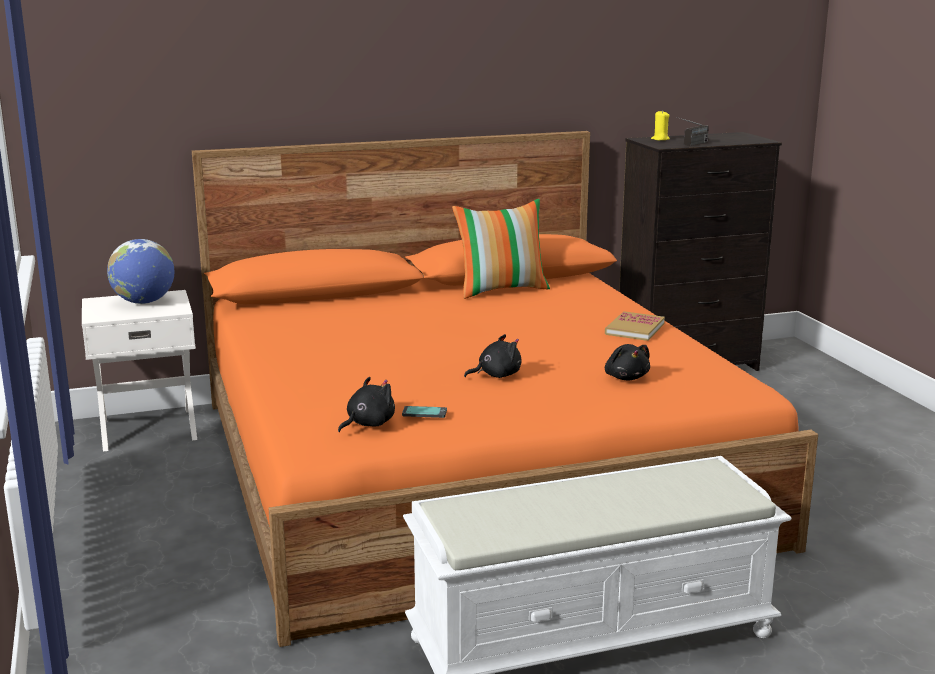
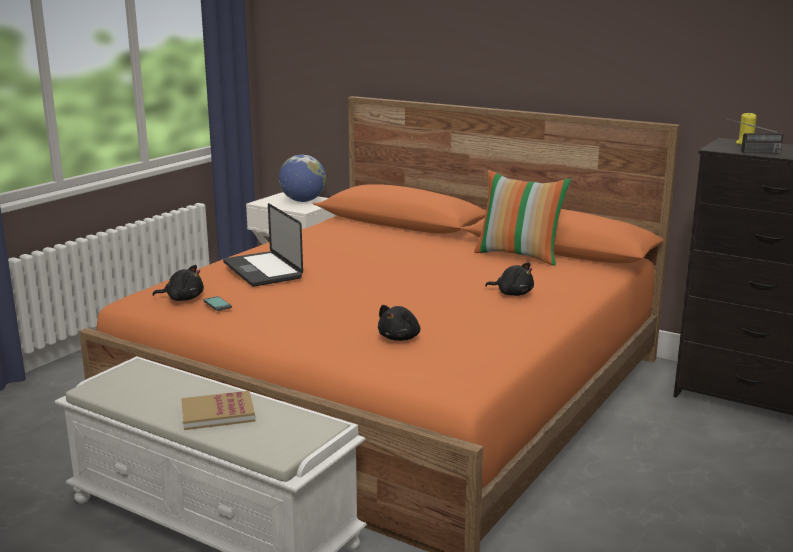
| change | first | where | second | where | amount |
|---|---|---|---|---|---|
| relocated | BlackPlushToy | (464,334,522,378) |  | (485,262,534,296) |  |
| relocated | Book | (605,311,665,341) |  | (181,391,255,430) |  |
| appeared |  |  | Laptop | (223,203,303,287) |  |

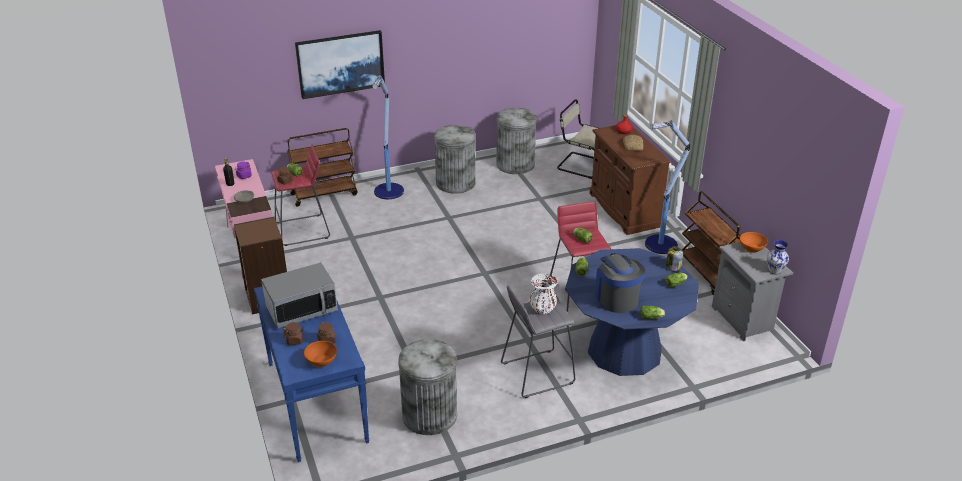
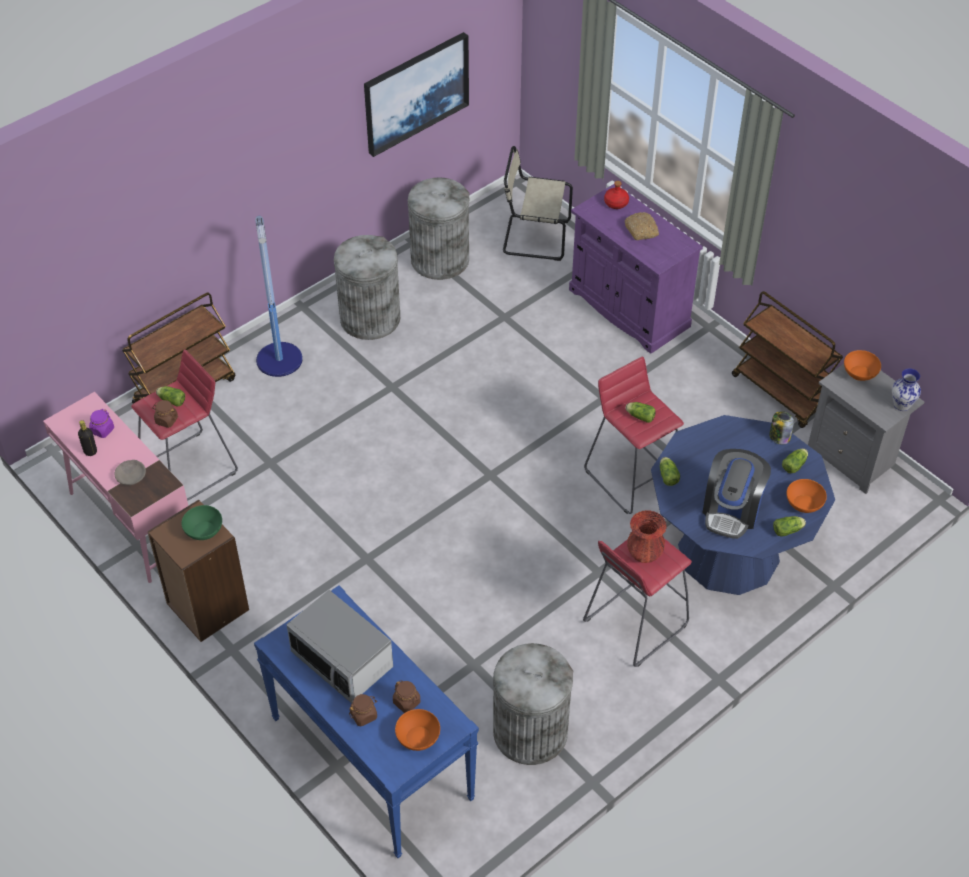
| change | first | where | second | where | amount |
|---|---|---|---|---|---|
| spun | Microwave | (261,262,338,329) |  | (287,590,393,703) | 90 degrees clockwise |
| relocated | Picture | (295,30,385,99) |  | (364,32,469,157) |  |
| colour | GreyStool | (501,285,575,398) | RedStool | (583,538,692,667) |  |
| colour | WhiteVase | (530,274,557,314) | RedVase | (627,510,667,563) |  |
| colour | BrownCabinet | (589,125,671,235) | PurpleCabinet | (569,184,703,354) |  |
| spun | CoffeeMachine | (595,253,645,313) |  | (702,449,771,539) | 120 degrees counterclockwise |
| missing | FloorLamp | (645,120,690,254) |  |  |  |
| appeared |  |  | GreenBowl | (181,505,222,540) |  |
| appeared |  |  | OrangeBowl | (786,479,827,513) |  |

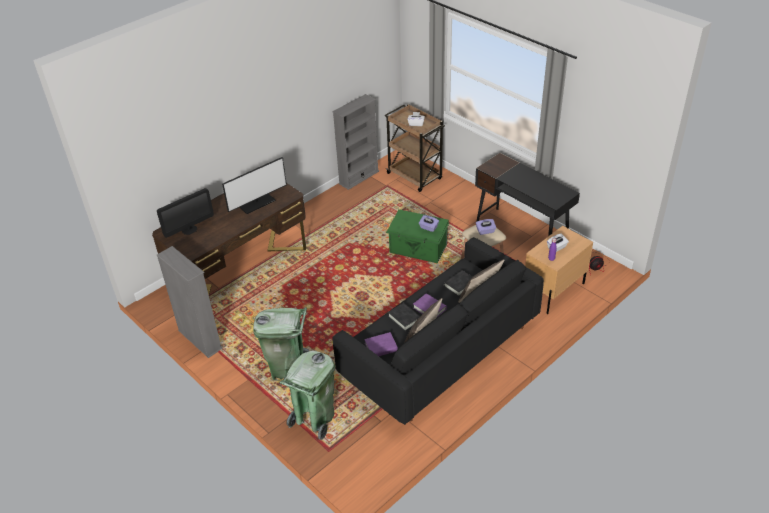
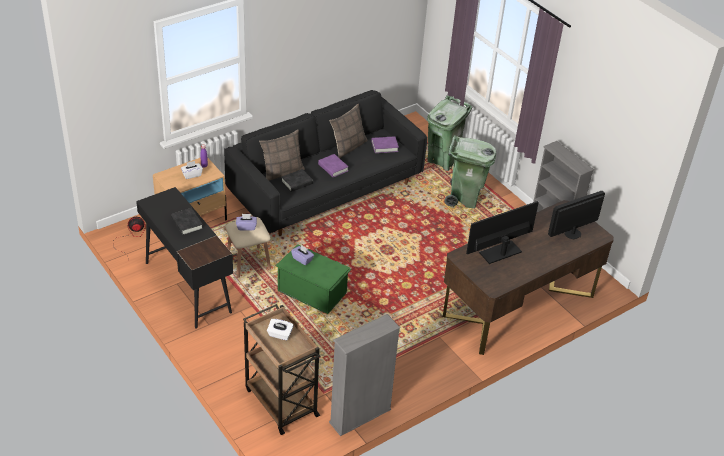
| change | first | where | second | where | amount |
|---|---|---|---|---|---|
| relocated | BlackBook | (388,303,420,331) |  | (171,208,203,235) |  |

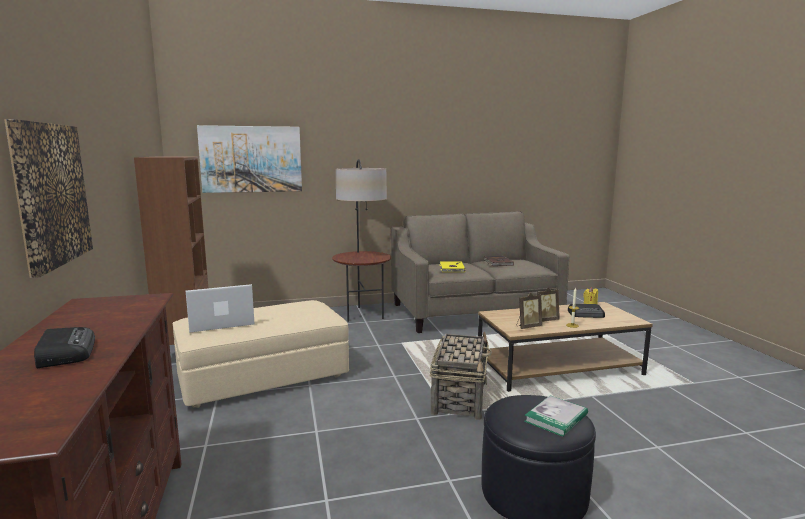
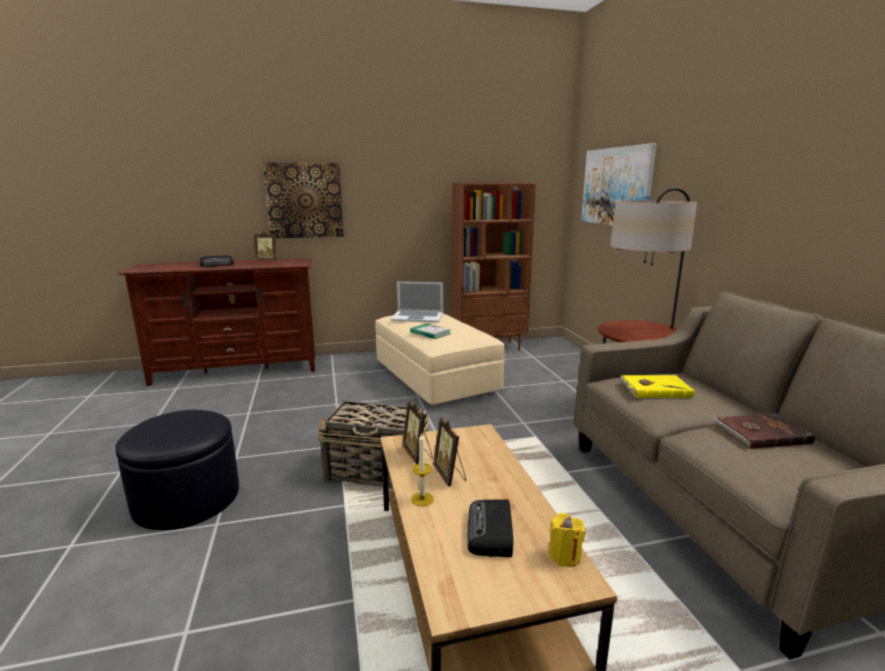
| change | first | where | second | where | amount |
|---|---|---|---|---|---|
| spun | Laptop | (186,284,255,333) |  | (391,281,443,323) | 120 degrees clockwise |
| relocated | Book | (524,395,588,437) |  | (410,323,451,339) |  |
| appeared |  |  | PictureFrame | (254,231,277,261) |  |

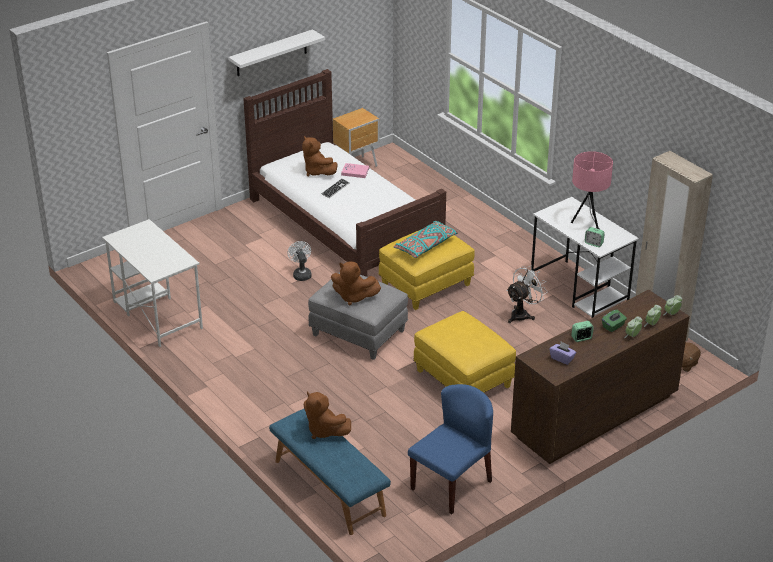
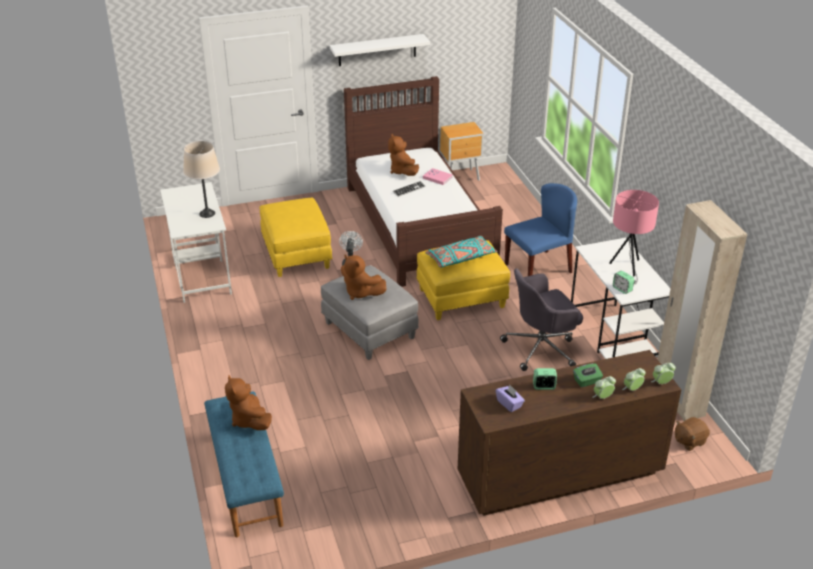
| change | first | where | second | where | amount |
|---|---|---|---|---|---|
| relocated | BlueChair | (408,384,493,514) |  | (504,183,577,276) |  |
| relocated | YellowOttoman | (413,311,516,393) |  | (260,198,332,277) |  |
| exchanged | WhiteFan | (506,265,548,323) | GreyOfficeChair | (500,268,583,371) |  |
| appeared |  |  | BeigeTableLamp | (183,141,220,218) |  |

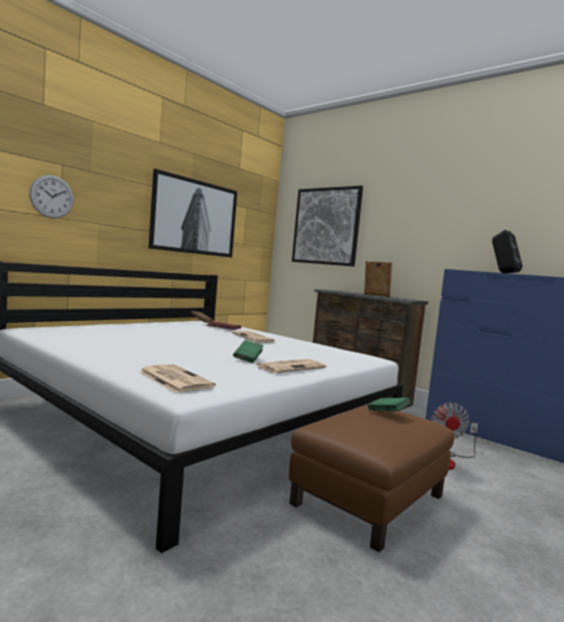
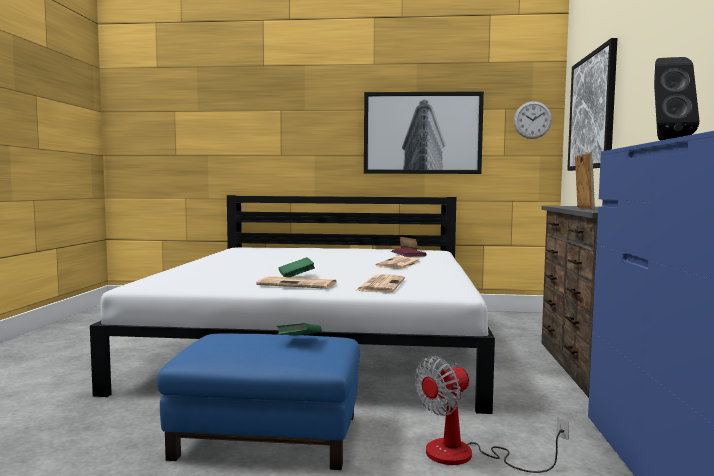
| change | first | where | second | where | amount |
|---|---|---|---|---|---|
| relocated | WallClock | (29,175,74,219) |  | (514,101,552,139) |  |
| relocated | Newspaper | (139,364,216,393) |  | (355,274,405,293) |  |
| colour | BrownOttoman | (289,405,454,552) | BlueOttoman | (157,333,360,470) |  |

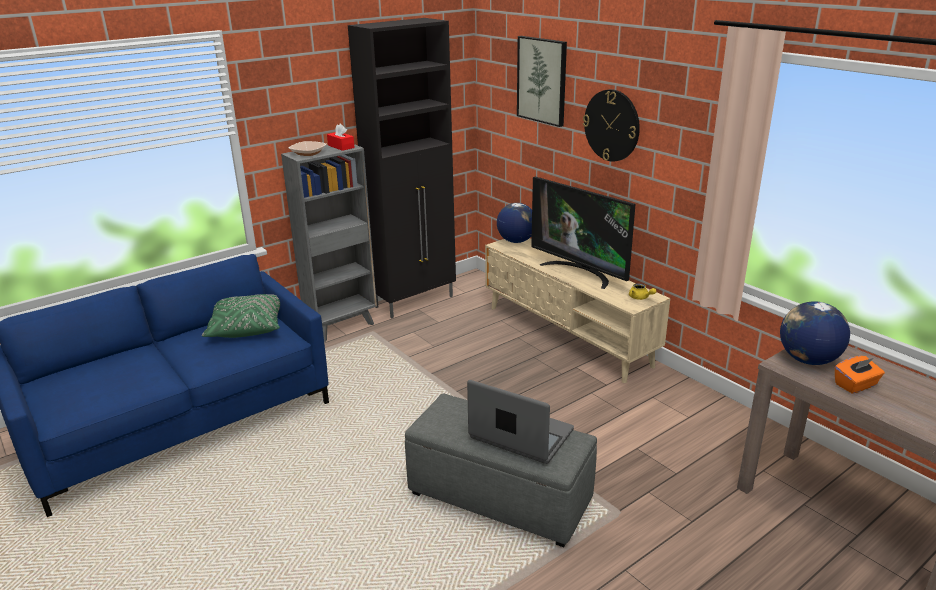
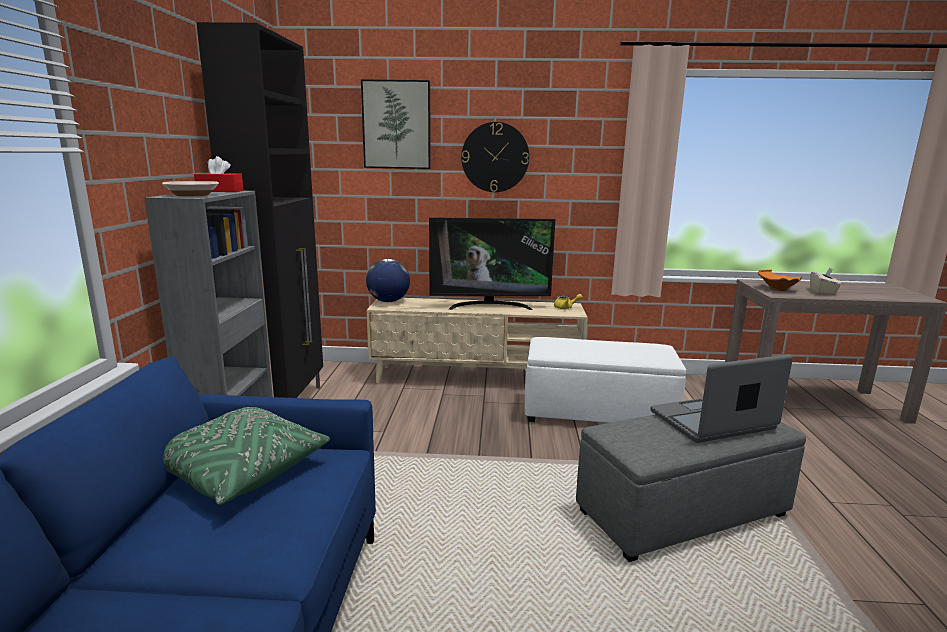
| change | first | where | second | where | amount |
|---|---|---|---|---|---|
| exchanged | Globe | (780,301,850,365) | OrangeBowl | (758,270,802,291) |  |
| colour | OrangeTissueBox | (835,356,885,394) | BeigeTissueBox | (810,268,841,295) |  |
| appeared |  |  | WhiteOttoman | (525,337,686,423) |  |

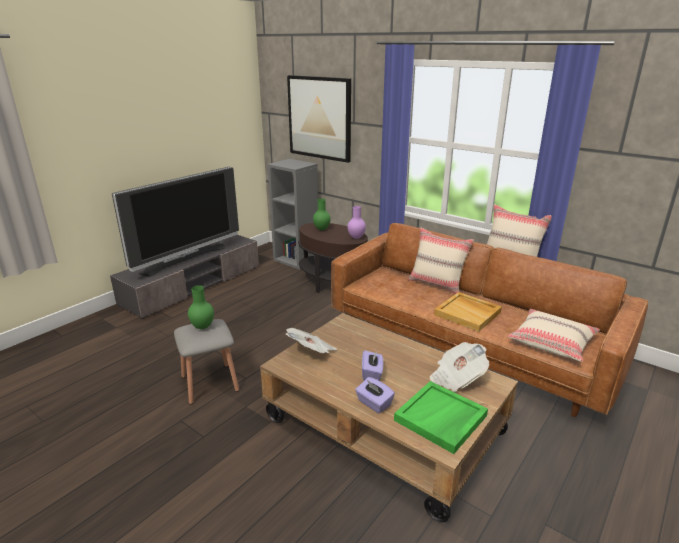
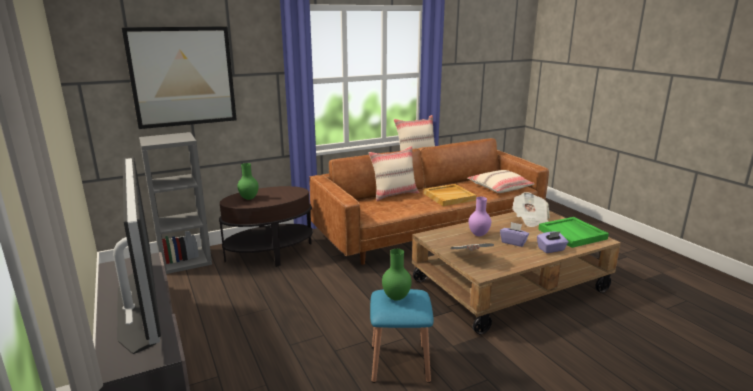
| change | first | where | second | where | amount |
|---|---|---|---|---|---|
| colour | GreyStool | (174,319,239,405) | BlueStool | (370,289,434,383) |  |
| relocated | PurpleVase | (347,206,366,239) |  | (468,197,491,236) |  |

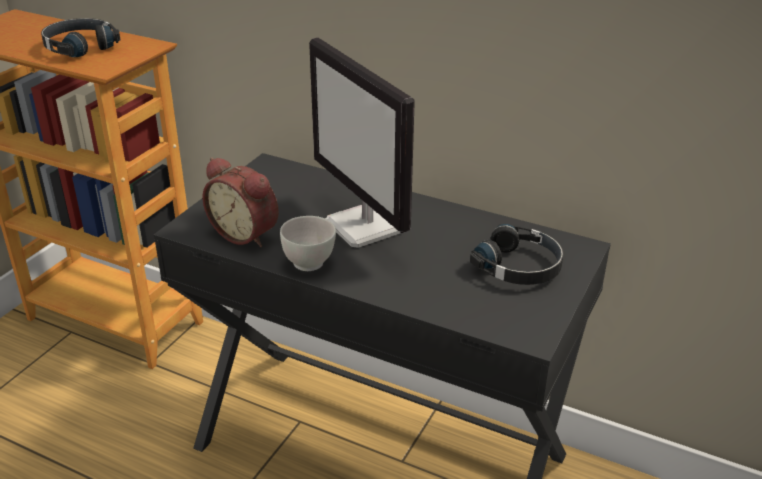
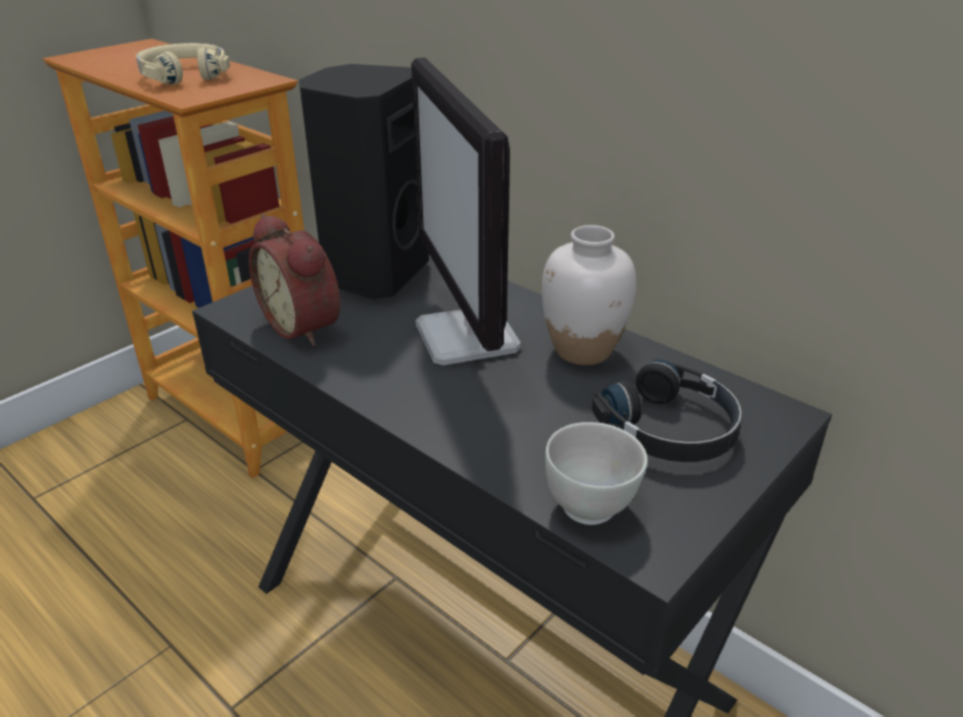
| change | first | where | second | where | amount |
|---|---|---|---|---|---|
| colour | BlackHeadphones | (41,18,120,57) | BeigeHeadphones | (136,43,230,84) |  |
| relocated | WhiteBowl | (280,216,336,271) |  | (545,422,648,525) |  |
| appeared |  |  | BlackSpeaker | (299,64,429,299) |  |
| appeared |  |  | WhiteVase | (542,225,636,365) |  |

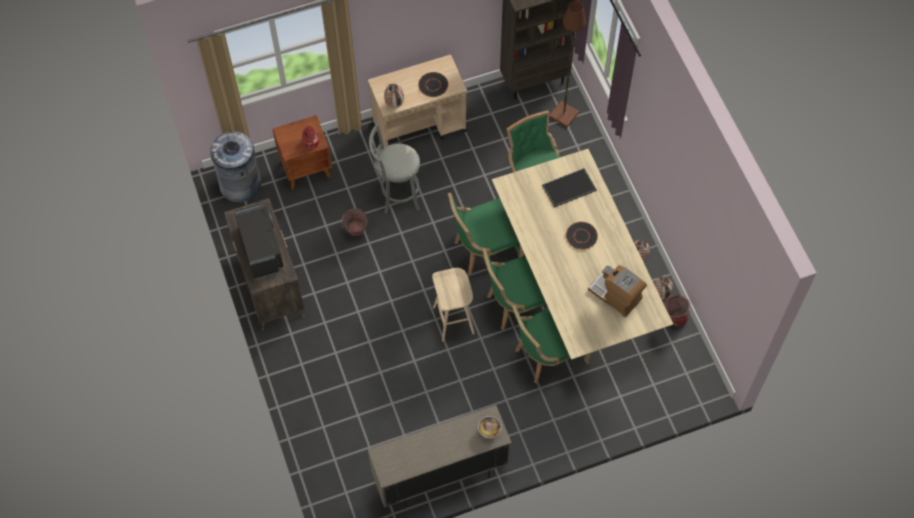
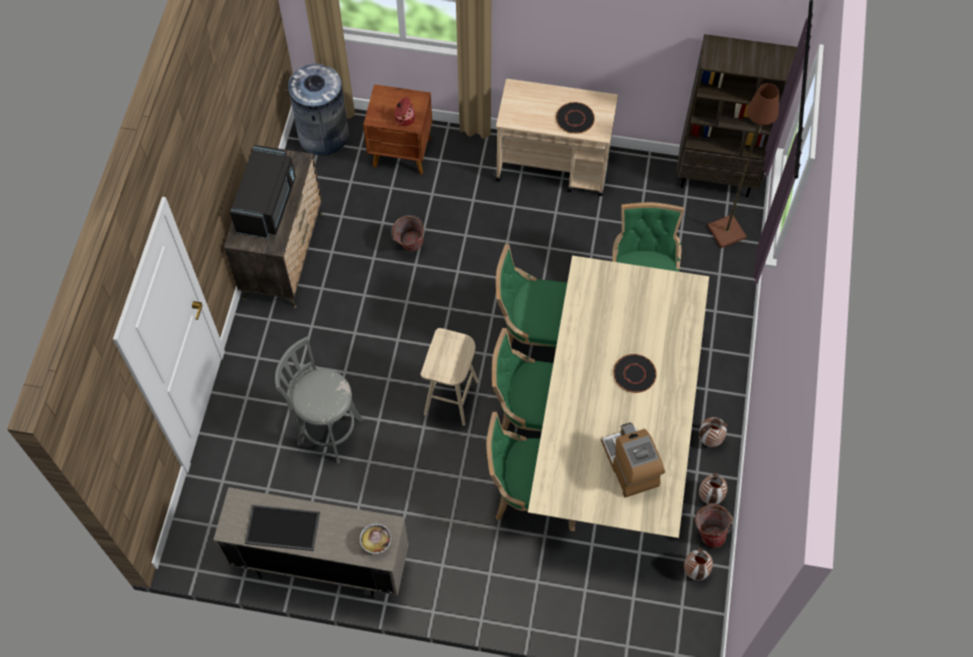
| change | first | where | second | where | amount |
|---|---|---|---|---|---|
| relocated | GreyStool | (369,124,420,213) |  | (275,337,364,464) |  |
| relocated | Vase | (384,84,404,108) |  | (684,548,713,580) |  |
| relocated | Tray | (542,168,597,207) |  | (245,505,320,551) |  |

